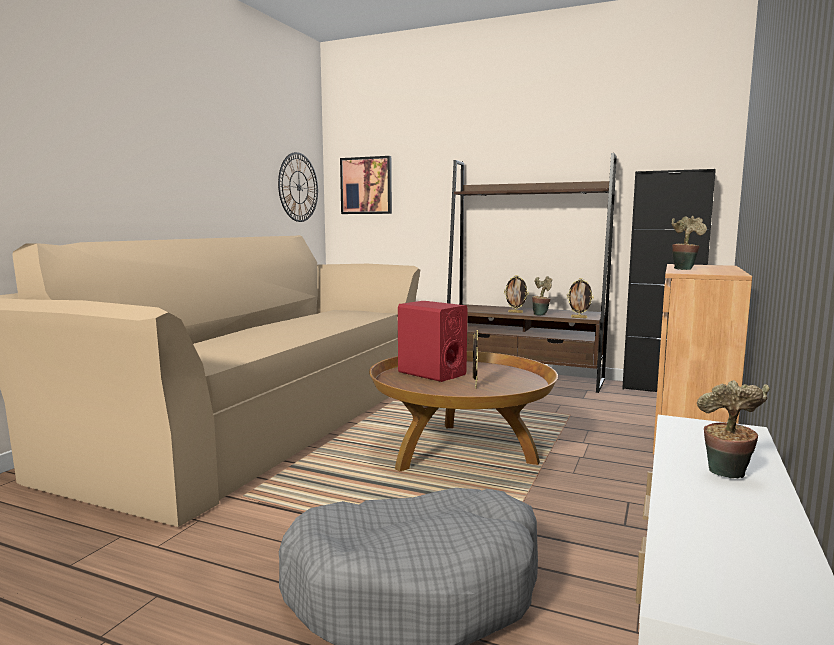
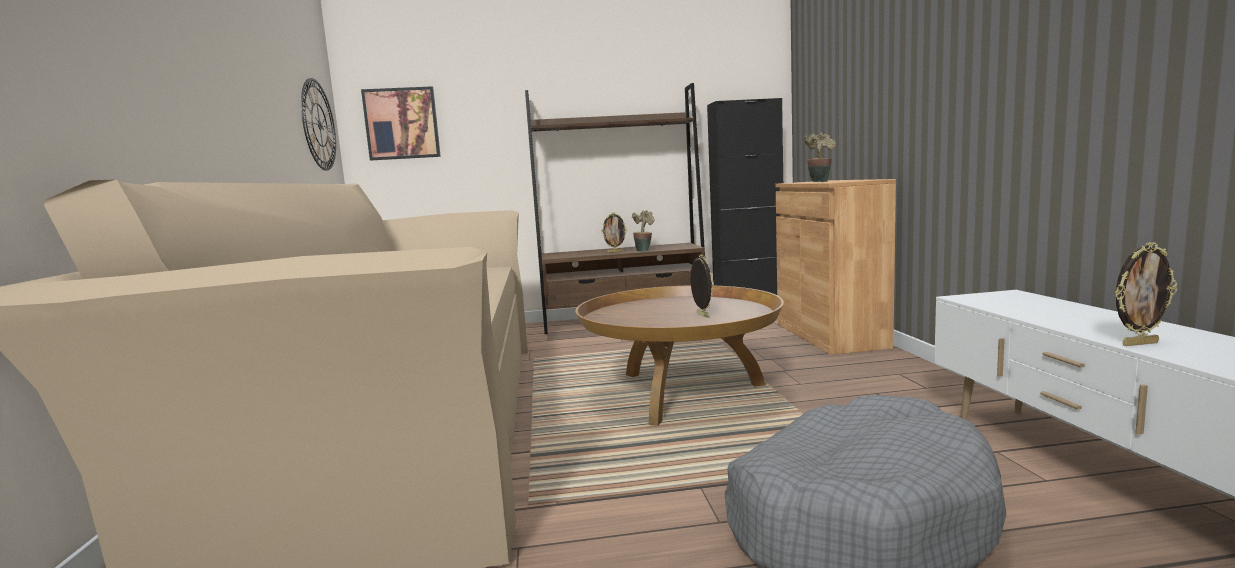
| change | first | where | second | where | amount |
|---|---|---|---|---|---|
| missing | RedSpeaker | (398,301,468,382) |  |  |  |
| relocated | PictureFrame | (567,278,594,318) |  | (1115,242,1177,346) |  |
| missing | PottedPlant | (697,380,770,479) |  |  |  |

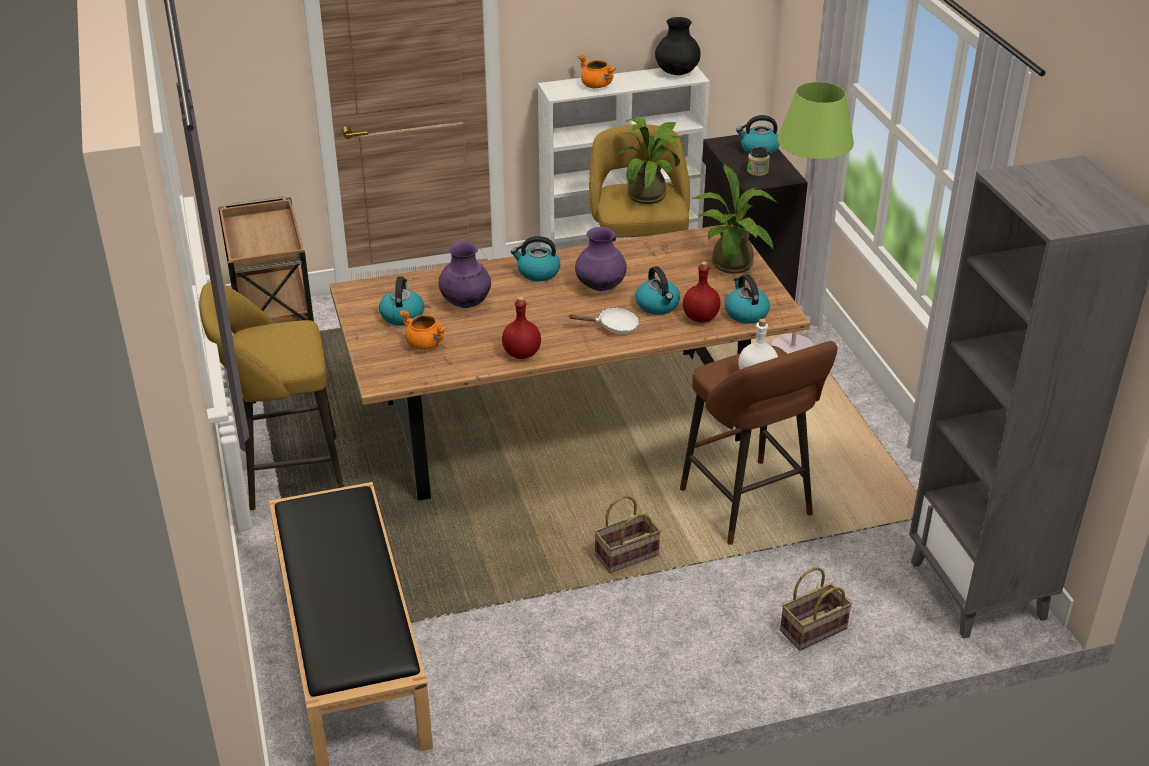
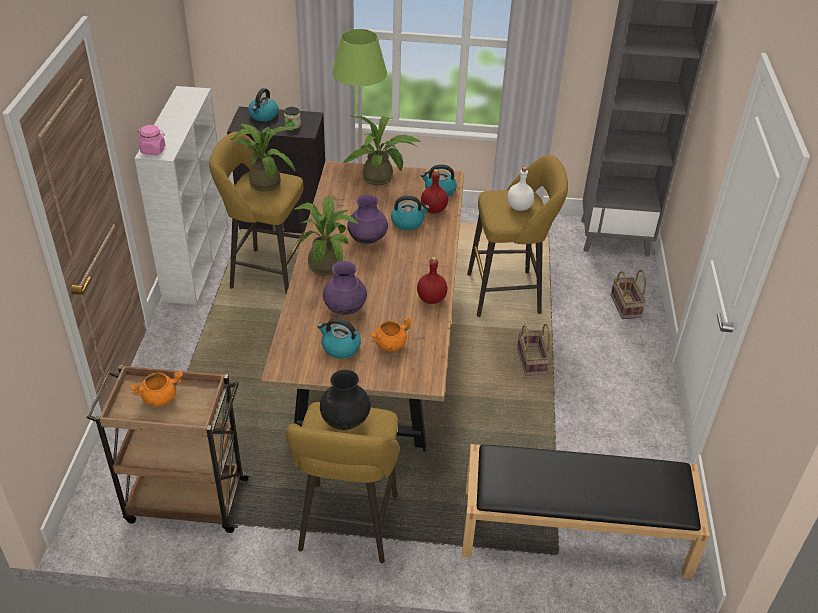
| change | first | where | second | where | amount |
|---|---|---|---|---|---|
| exchanged | Kettle | (511,236,560,281) | PottedPlant | (294,196,358,275) |  |
| missing | WhiteFryingPan | (568,308,639,334) |  |  |  |
| relocated | OrangeCookingPot | (577,55,616,88) |  | (130,371,183,407) |  |
| relocated | BlackVase | (655,17,701,75) |  | (320,370,371,430) |  |
| colour | BrownStool | (680,341,837,545) | YellowStool | (467,155,568,317) |  |
| appeared |  |  | PinkJar | (137,125,166,155) |  |

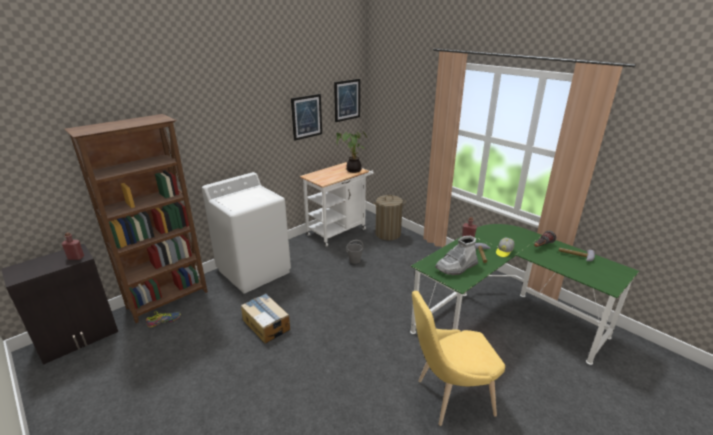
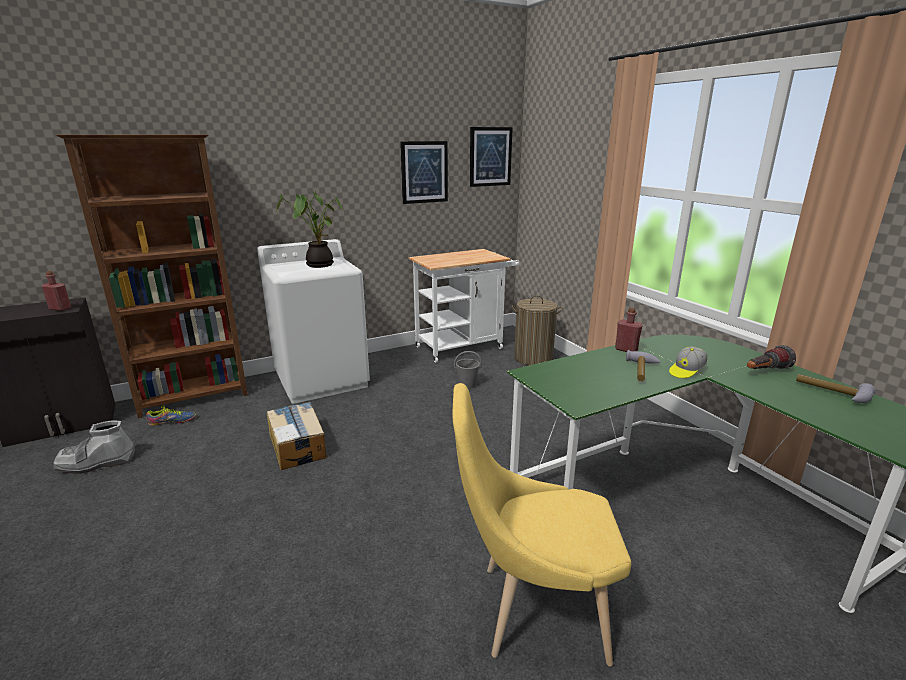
| change | first | where | second | where | amount |
|---|---|---|---|---|---|
| relocated | PottedPlant | (336,131,367,173) |  | (277,191,342,268) |  |
| relocated | GreyBoot | (435,236,478,275) |  | (53,420,135,474) |  |

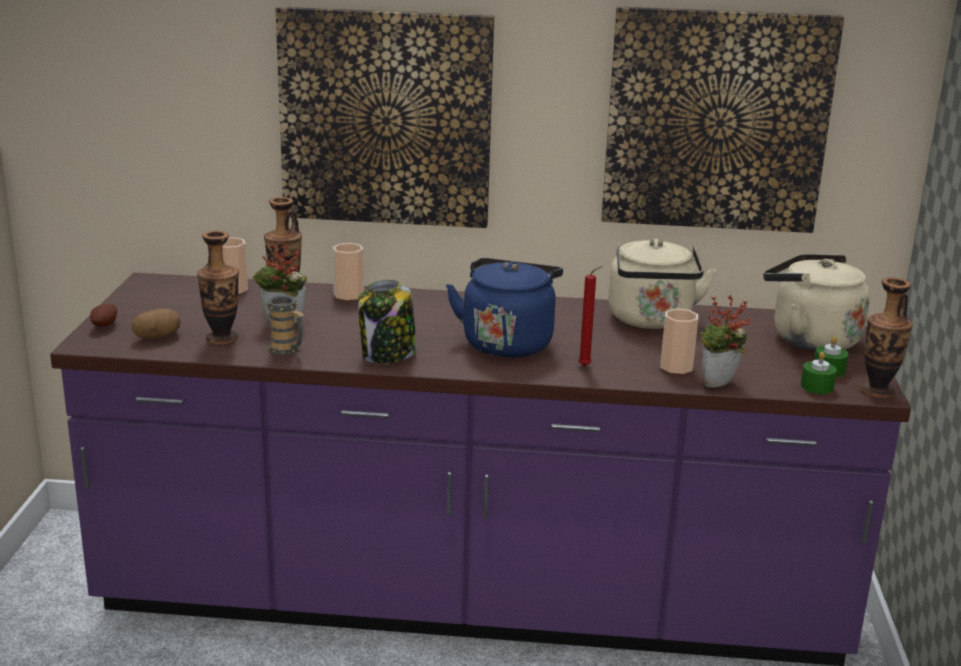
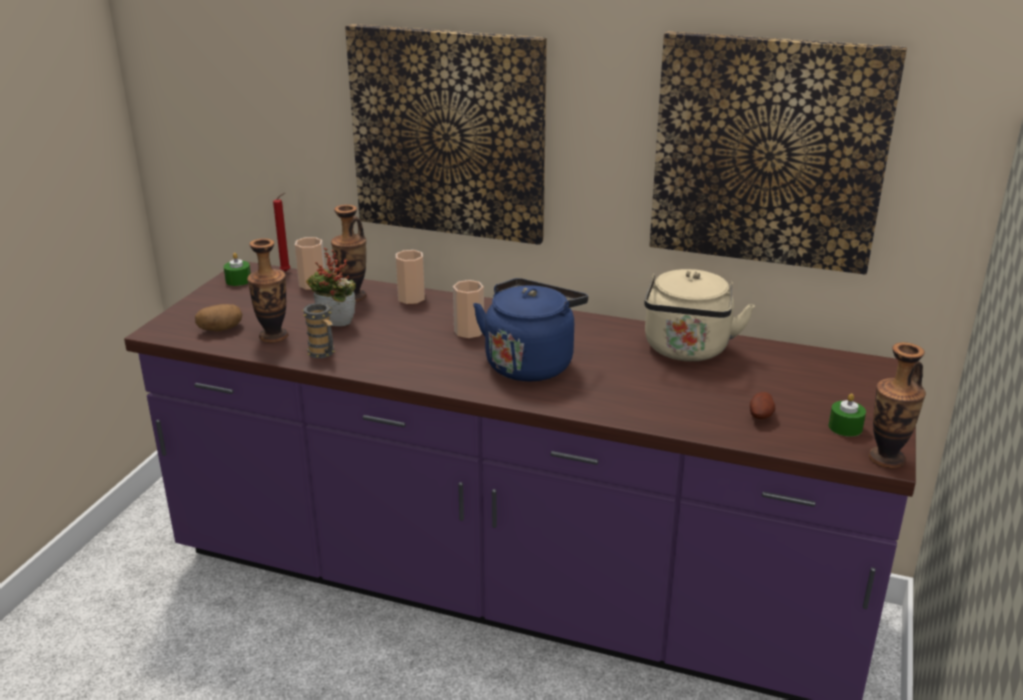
| change | first | where | second | where | amount |
|---|---|---|---|---|---|
| relocated | Potato | (90,304,117,327) |  | (750,392,775,419) |  |
| missing | Jar | (358,280,417,364) |  |  |  |
| relocated | RedCandle | (578,266,603,366) |  | (273,193,290,272) |  |
| relocated | Cup | (660,309,698,374) |  | (453,280,484,338) |  |
| missing | PottedPlant | (700,294,750,387) |  |  |  |
| missing | BeigeKettle | (763,254,870,351) |  |  |  |
| relocated | GreenCandle | (801,351,837,394) |  | (224,253,251,286) |  |

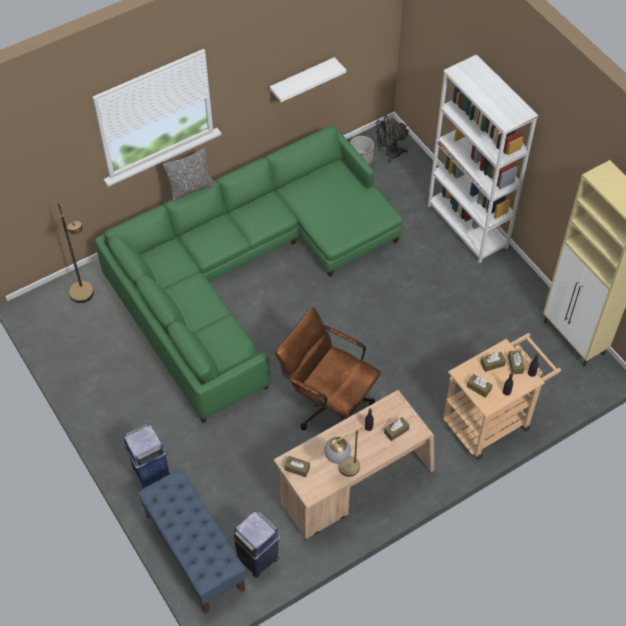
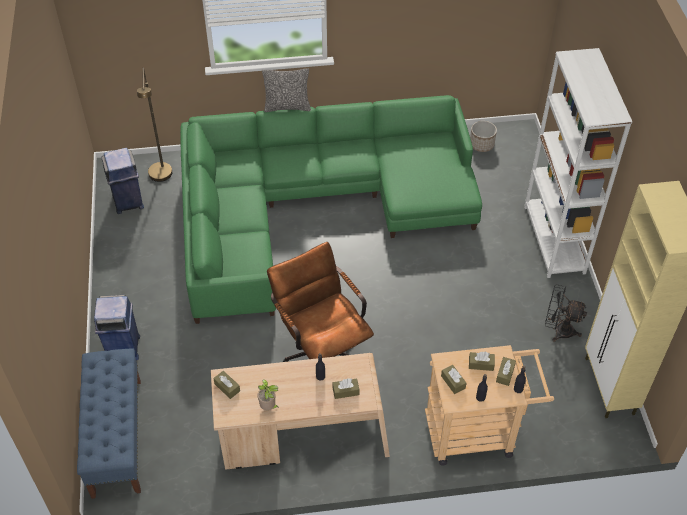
| change | first | where | second | where | amount |
|---|---|---|---|---|---|
| relocated | BlueTrashCan | (232,511,281,578) |  | (101,148,144,214) |  |
| missing | WhiteShelf | (270,57,346,102) |  |  |  |
| exchanged | TableLamp | (324,427,363,477) | PottedPlant | (257,379,279,410) |  |
| relocated | BlackFan | (376,115,409,163) |  | (545,284,587,342) |  |

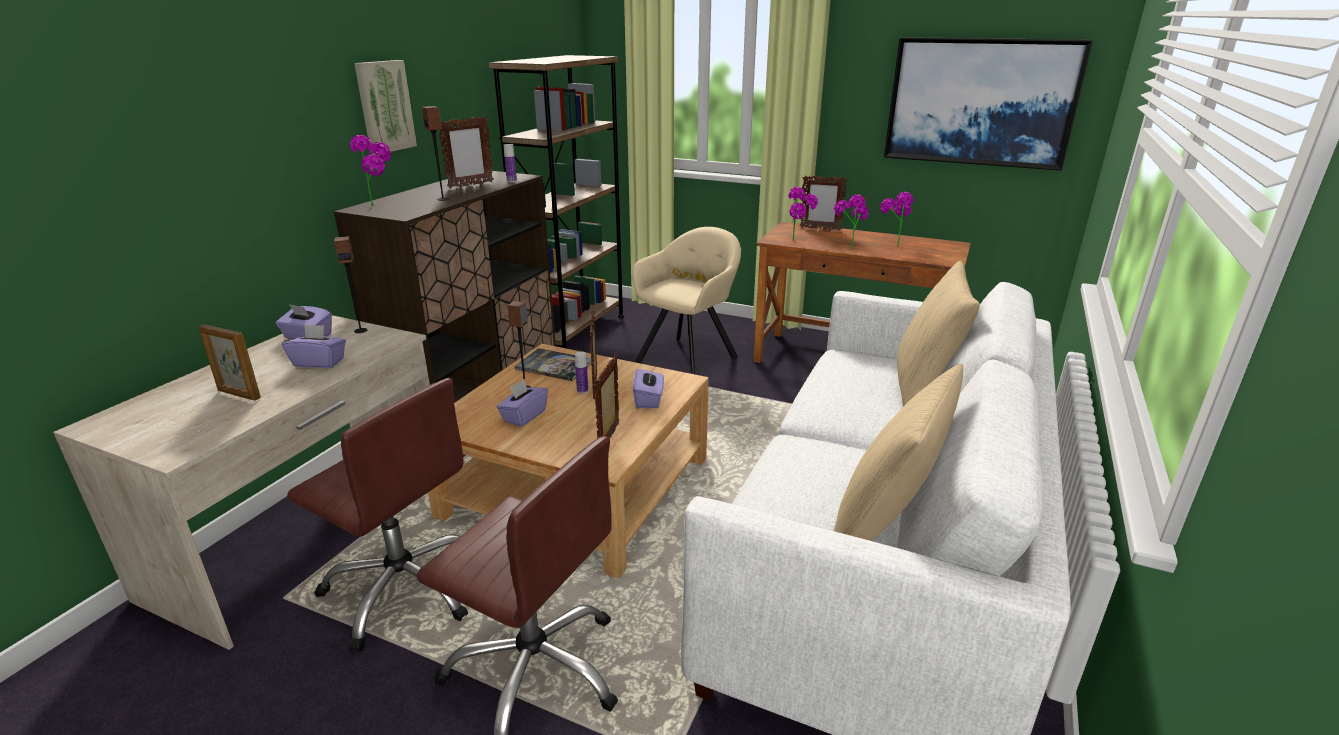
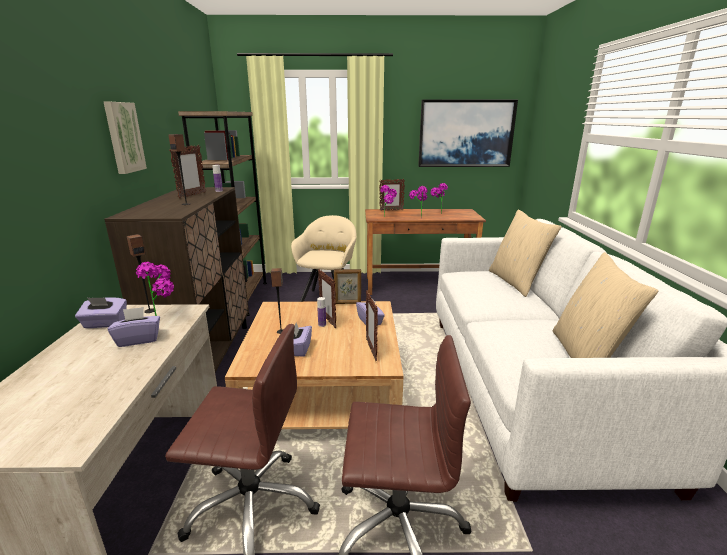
| change | first | where | second | where | amount |
|---|---|---|---|---|---|
| relocated | PictureFrame | (199,324,261,401) |  | (334,269,361,304) |  |
| relocated | PottedPlant | (350,135,391,206) |  | (136,262,174,316) |  |
| missing | Book | (515,348,591,381) |  |  |  |

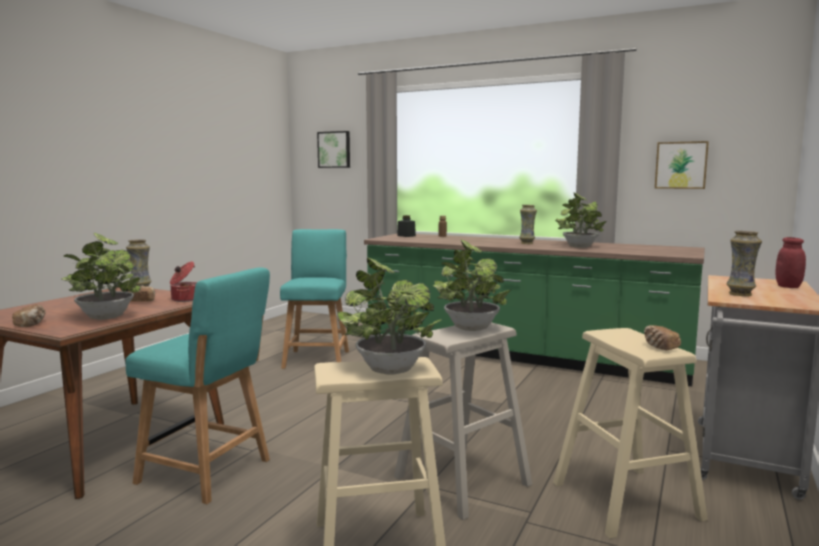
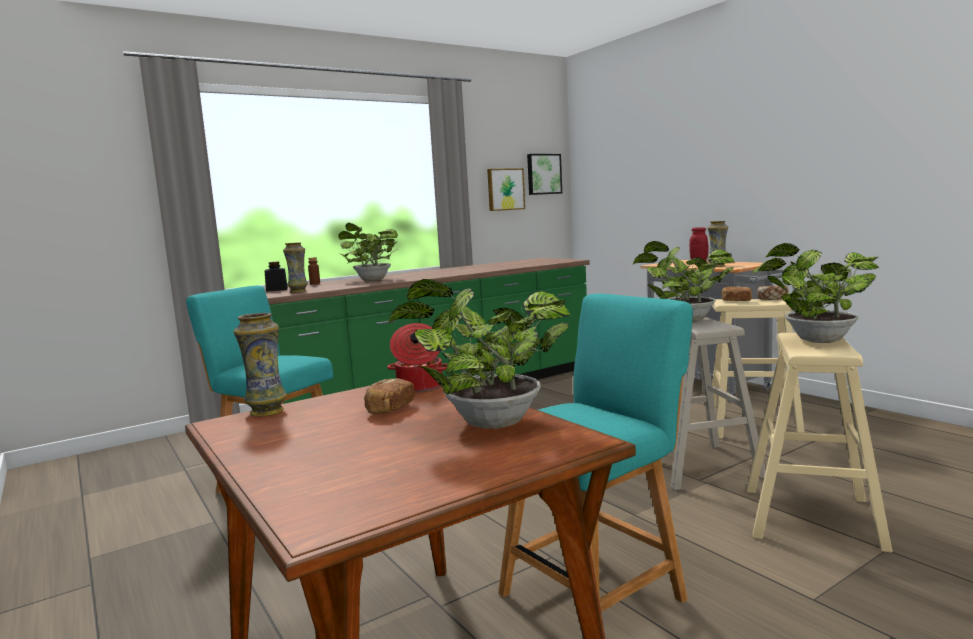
| change | first | where | second | where | amount |
|---|---|---|---|---|---|
| relocated | Bread | (12,304,46,327) |  | (722,286,752,301) |  |
| relocated | Picture | (317,131,350,168) |  | (527,154,562,195) |  |
| relocated | Vase | (519,205,537,244) |  | (283,242,308,293) |  |
| relocated | PottedPlant | (555,192,606,248) |  | (338,223,398,281) |  |

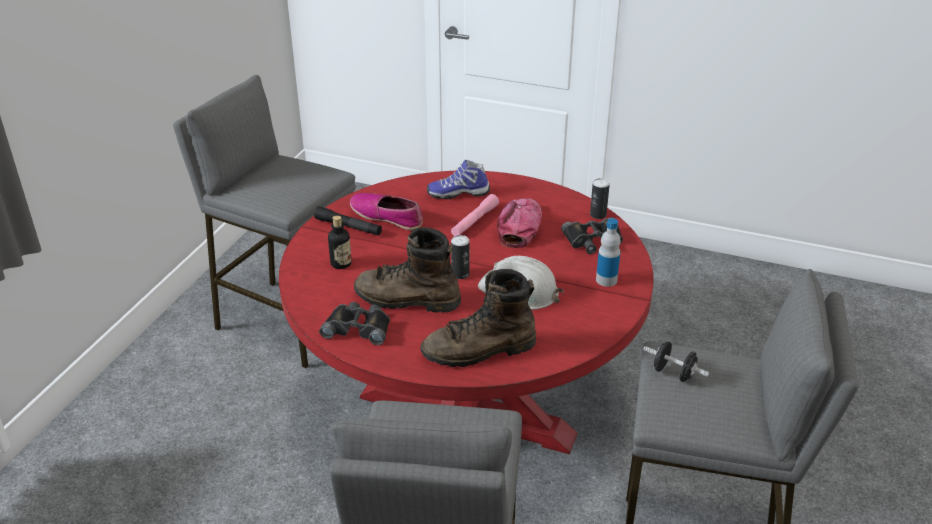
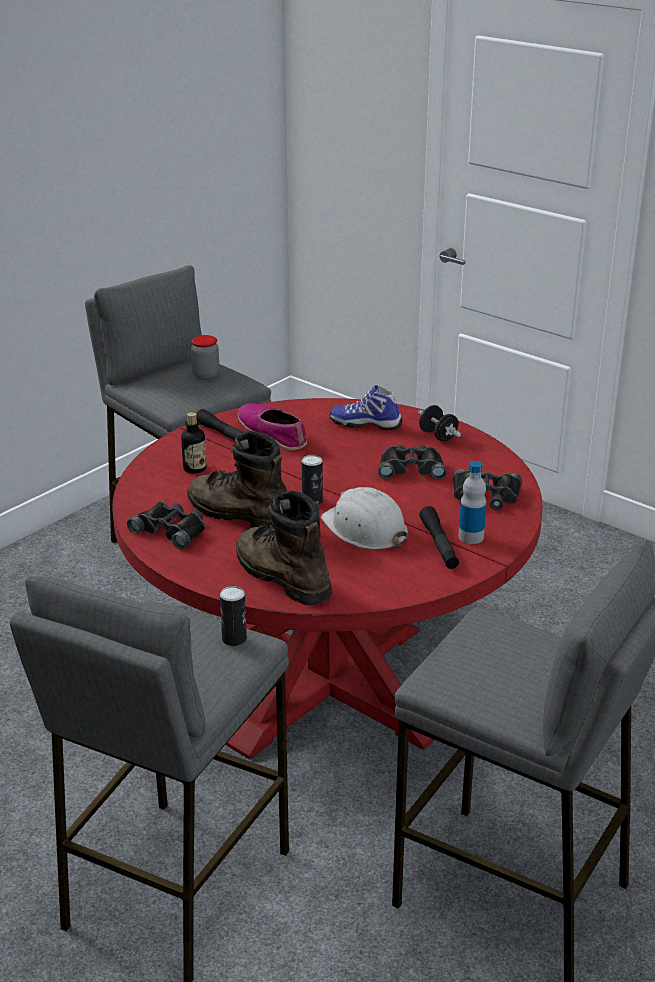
| change | first | where | second | where | amount |
|---|---|---|---|---|---|
| spun | BrownBoot | (420,269,536,367) |  | (236,490,333,605) | 45 degrees clockwise |
| missing | PinkFlashlight | (451,194,499,236) |  |  |  |
| exchanged | Cap | (497,198,542,248) | BlackBinoculars | (378,445,446,480) |  |
| relocated | Can | (590,178,610,219) |  | (220,586,247,646) |  |
| relocated | BlackDumbbell | (643,341,709,382) |  | (418,405,461,442) |  |
| appeared |  |  | Jar | (191,335,219,380) |  |
| appeared |  |  | BlackFlashlight | (419,506,459,569) |  |

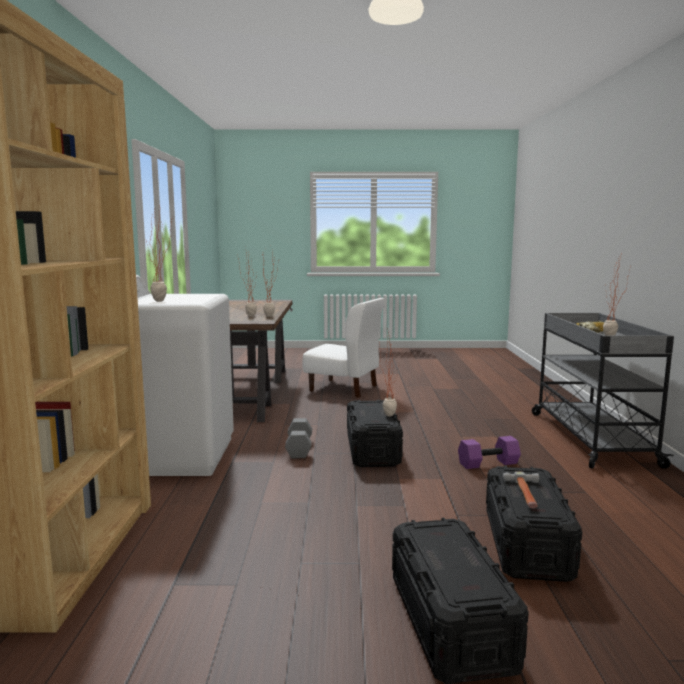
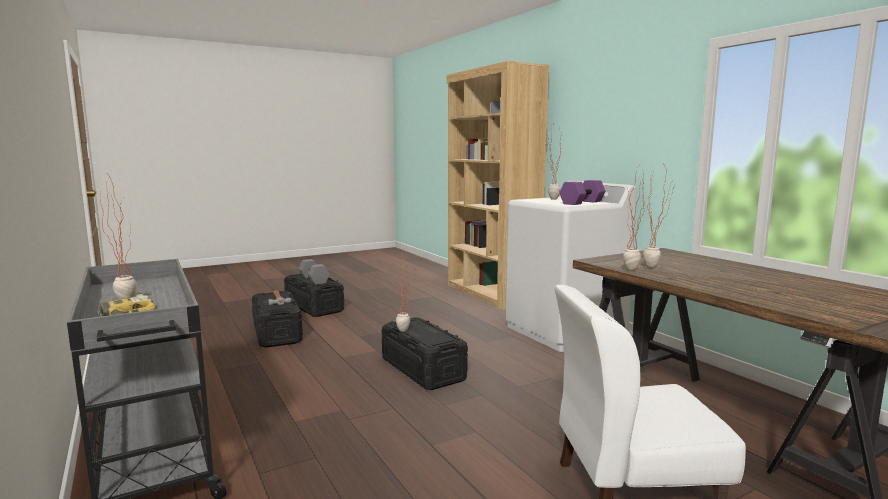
| change | first | where | second | where | amount |
|---|---|---|---|---|---|
| relocated | GreyDumbbell | (285,418,312,458) |  | (299,259,330,285) |  |
| relocated | PurpleDumbbell | (458,436,521,469) |  | (559,180,605,205) |  |

